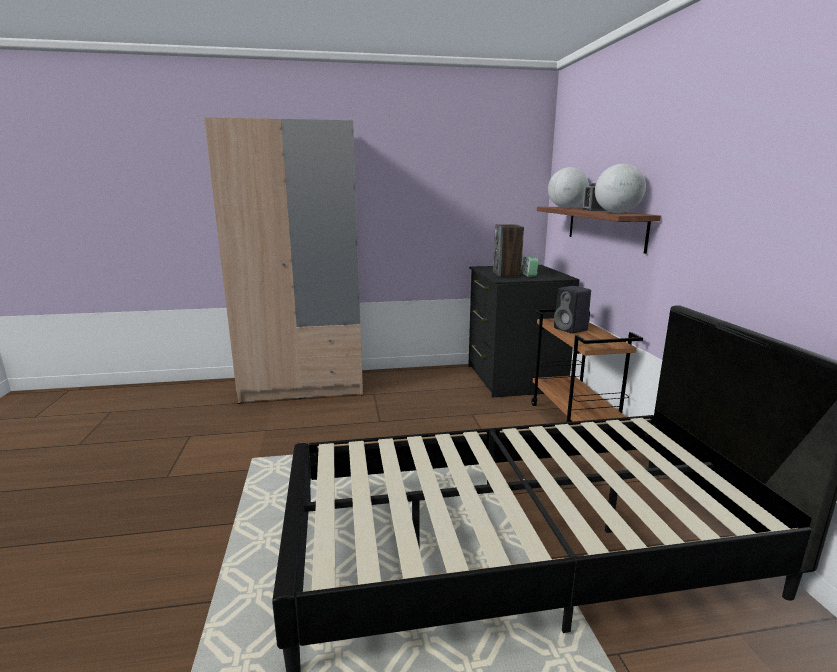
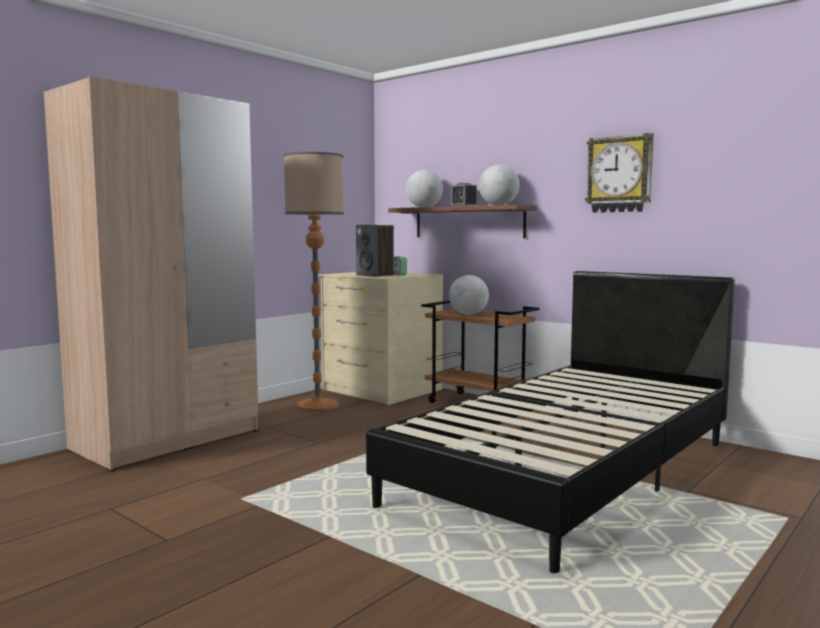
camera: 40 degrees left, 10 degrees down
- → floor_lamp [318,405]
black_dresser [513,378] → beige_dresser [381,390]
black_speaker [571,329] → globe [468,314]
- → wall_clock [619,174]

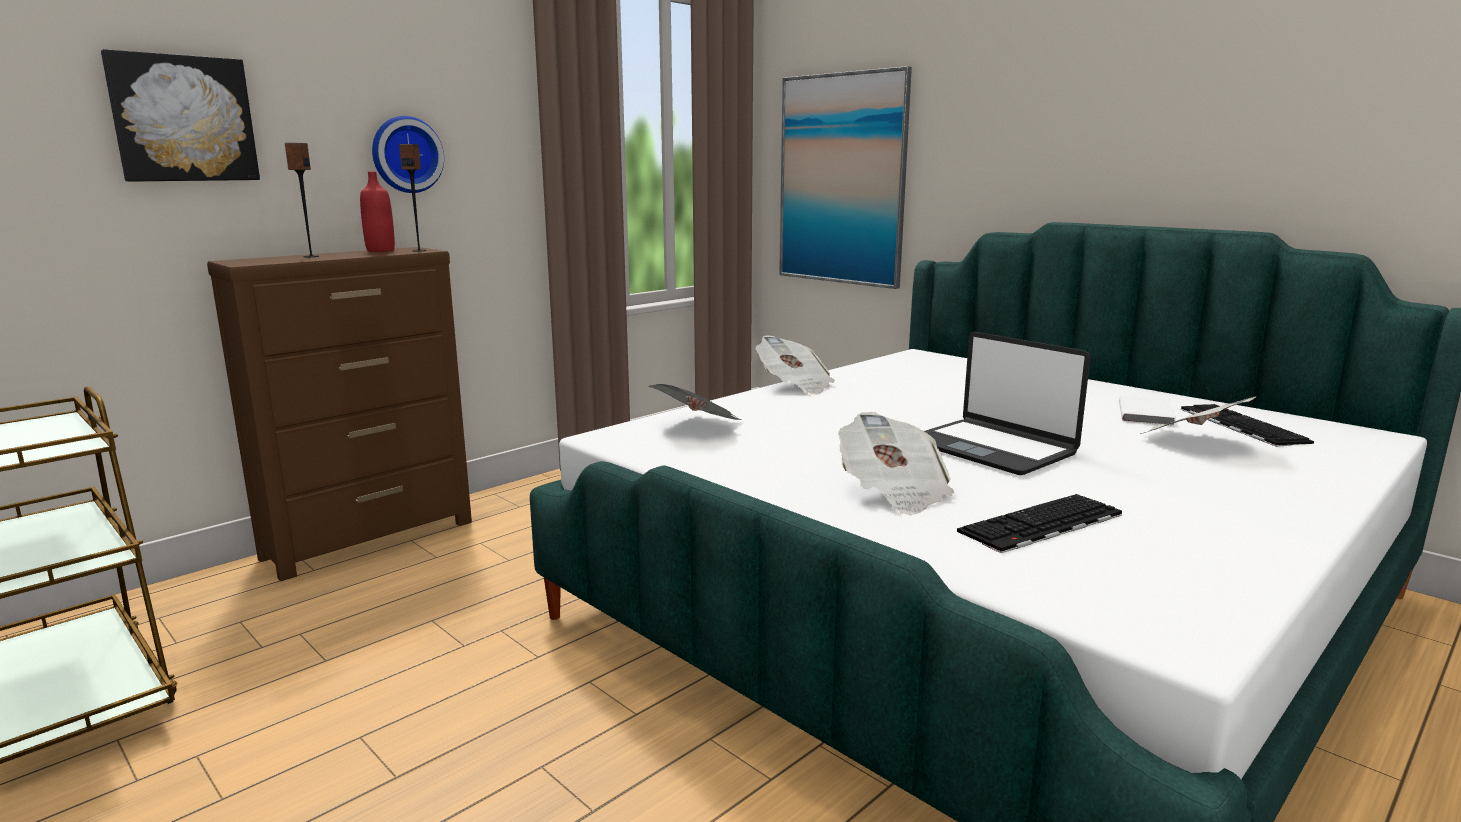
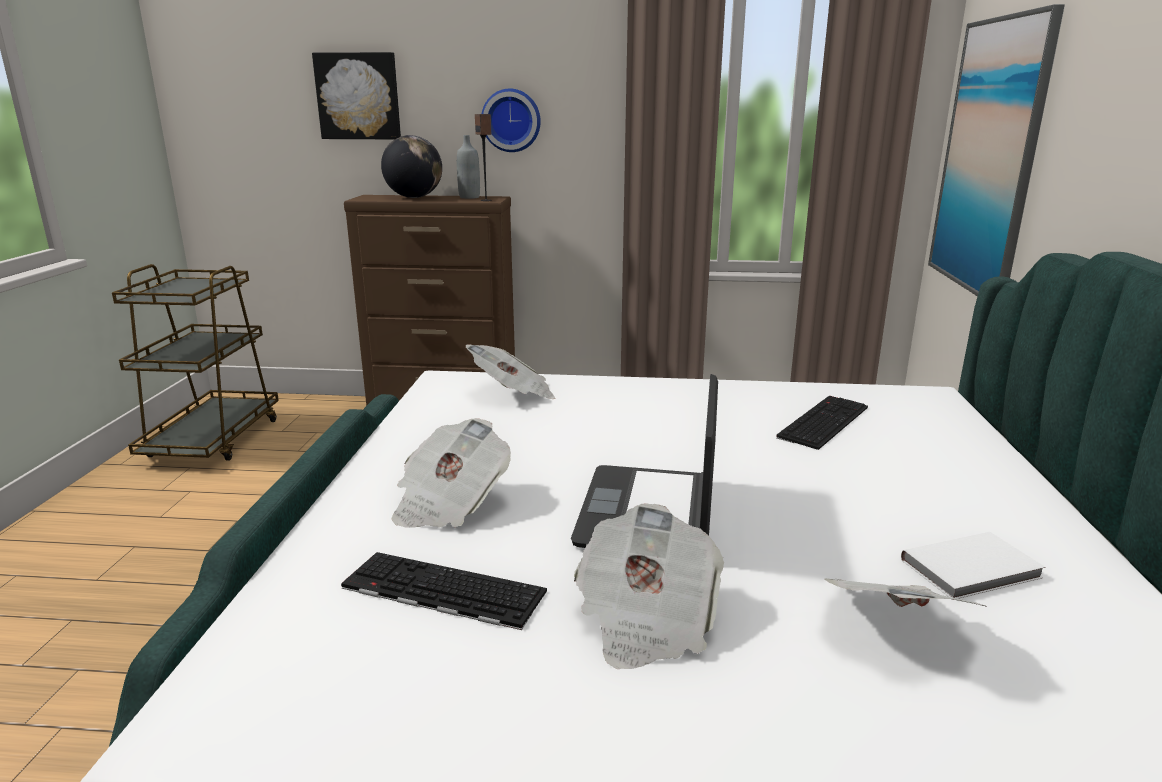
camera: 50 degrees right, 5 degrees up
speaker [311,256] → globe [414,197]
red_bottle [380,250] → grey_bottle [469,197]
newspaper [795,386] → newspaper [645,620], shifted
keyboard [1239,425] → keyboard [822,421], shifted

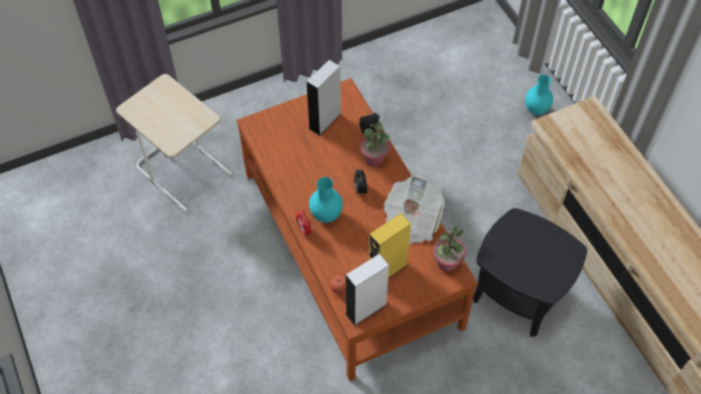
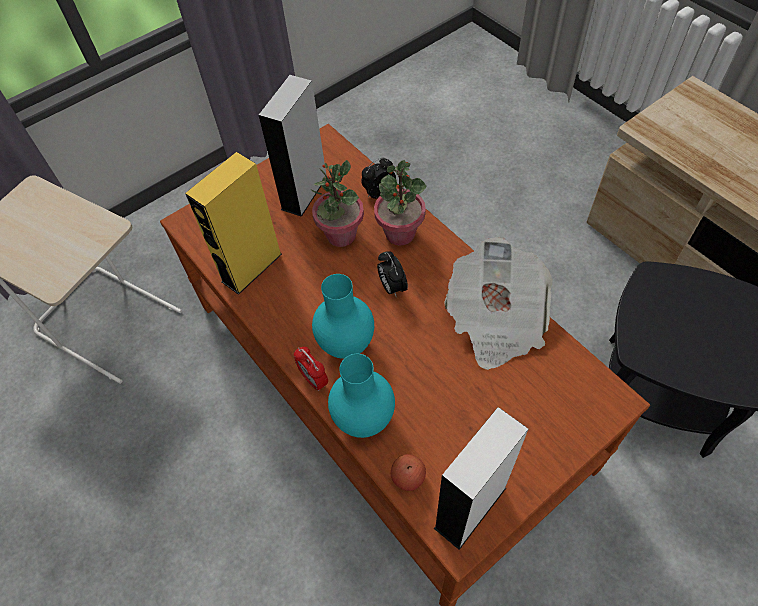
camera: 10 degrees left, 0 degrees up
yellow_speaker [387,270] → yellow_speaker [251,267], shifted
potted_plant [446,263] → potted_plant [341,235], shifted
turquoise_vase [536,110] → turquoise_vase [365,418], shifted

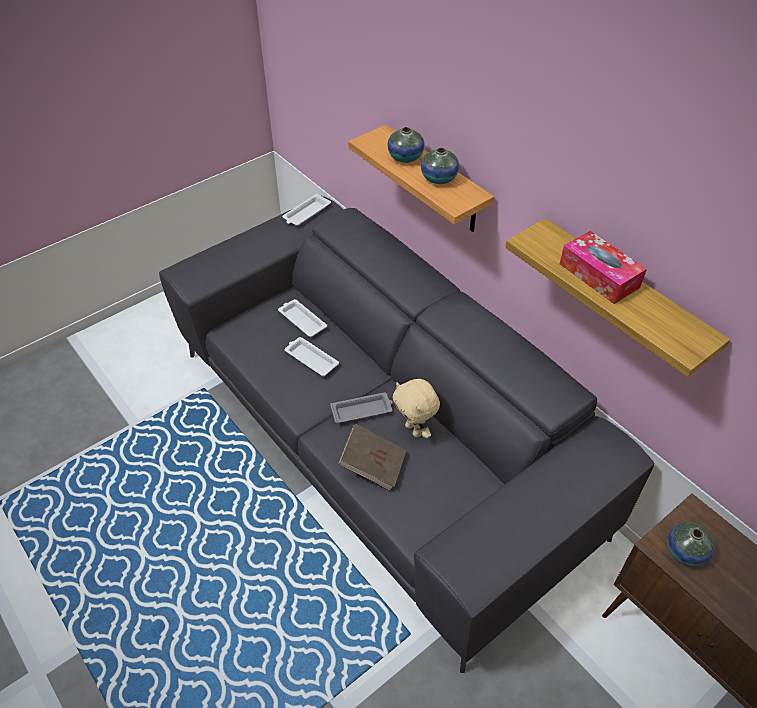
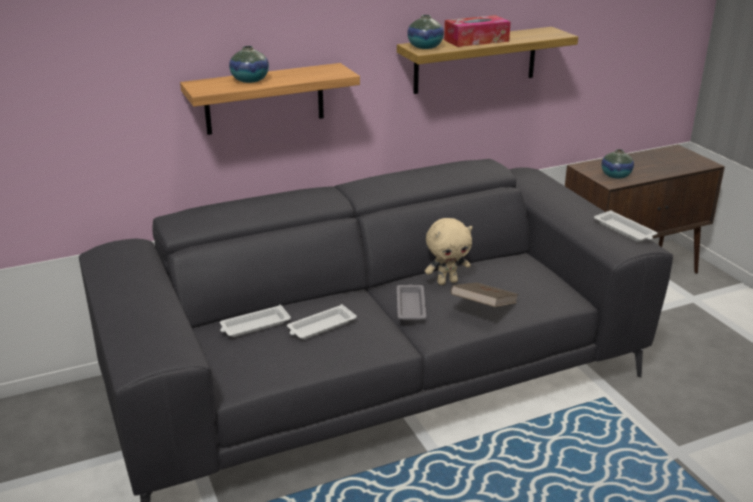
camera: 75 degrees left, 20 degrees down
vase [439,178] → vase [425,47], shifted
white_tray [306,213] → white_tray [625,230], shifted

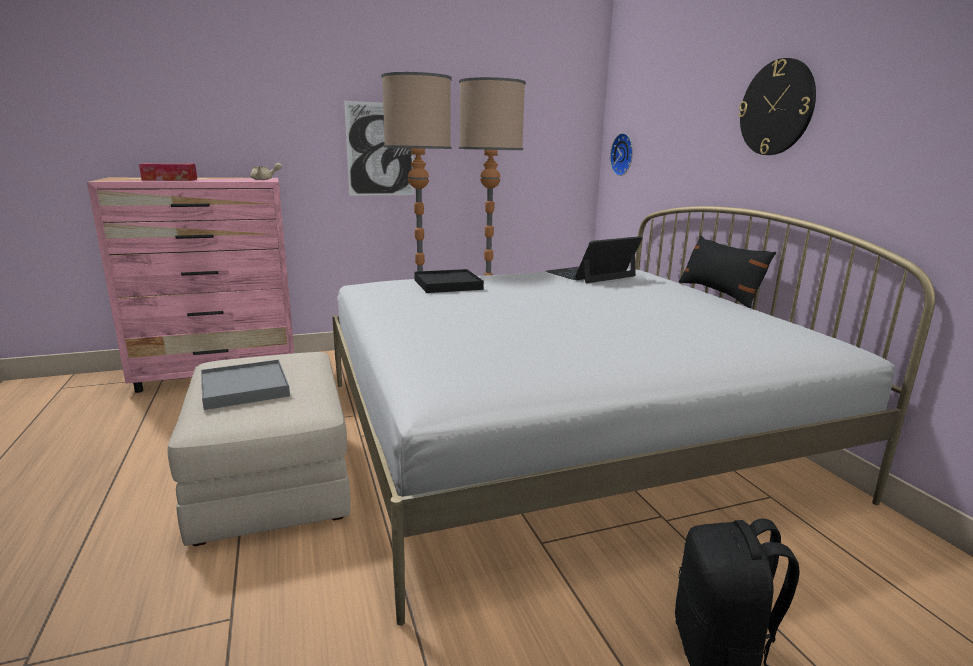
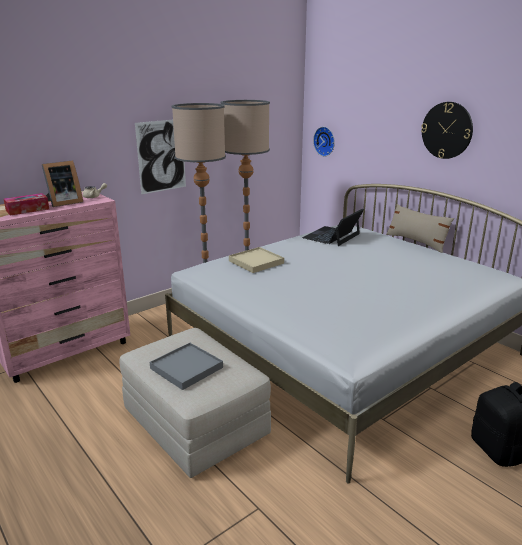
camera: 20 degrees left, 5 degrees up
- → picture_frame [63,203]
black_tray [447,284] → beige_tray [256,262]
black_pillow [719,293] → beige_pillow [416,242]

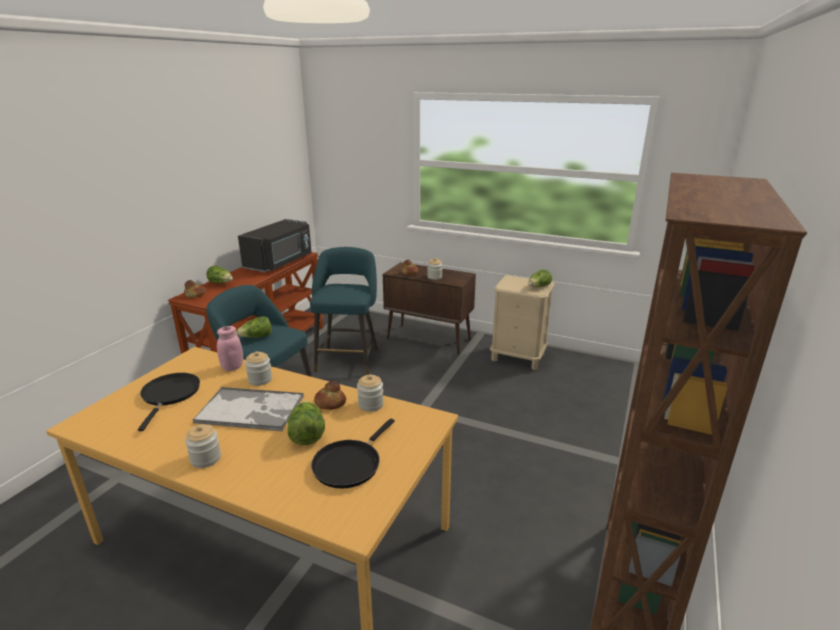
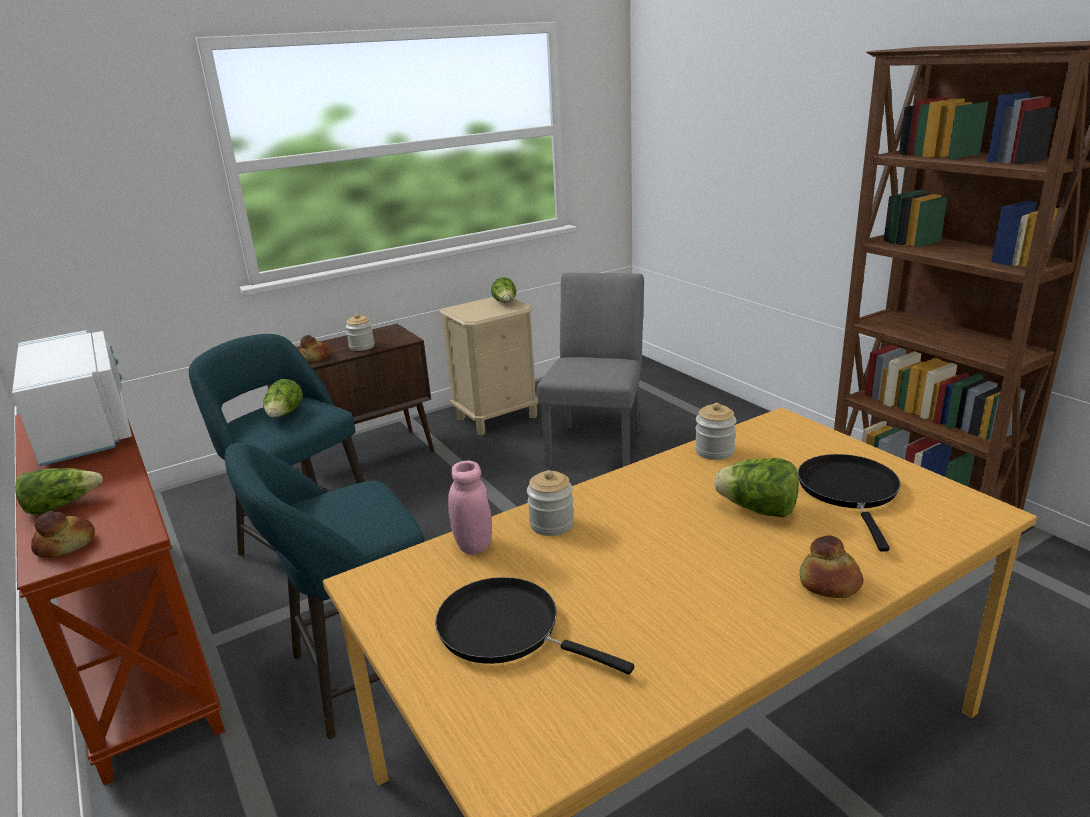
camera: 55 degrees left, 0 degrees up
black_microwave [280,262] → white_microwave [87,429]
lettuce [256,337] → lettuce [284,414], shifted
- → grey_chair [597,443]
black_frying_pan [349,464] → black_frying_pan [849,491], 150 degrees counterclockwise
bread [330,403] → bread [829,583], shifted
jar [205,458] → -
tray [251,410] → -

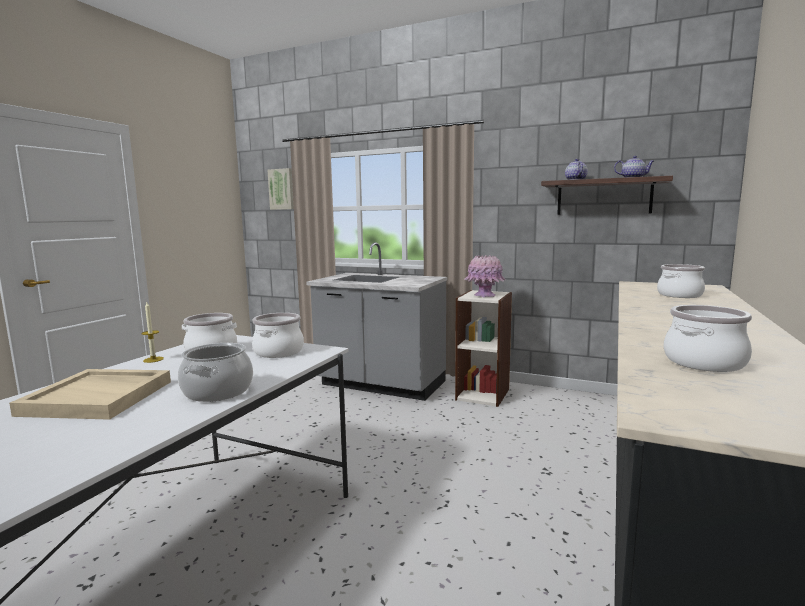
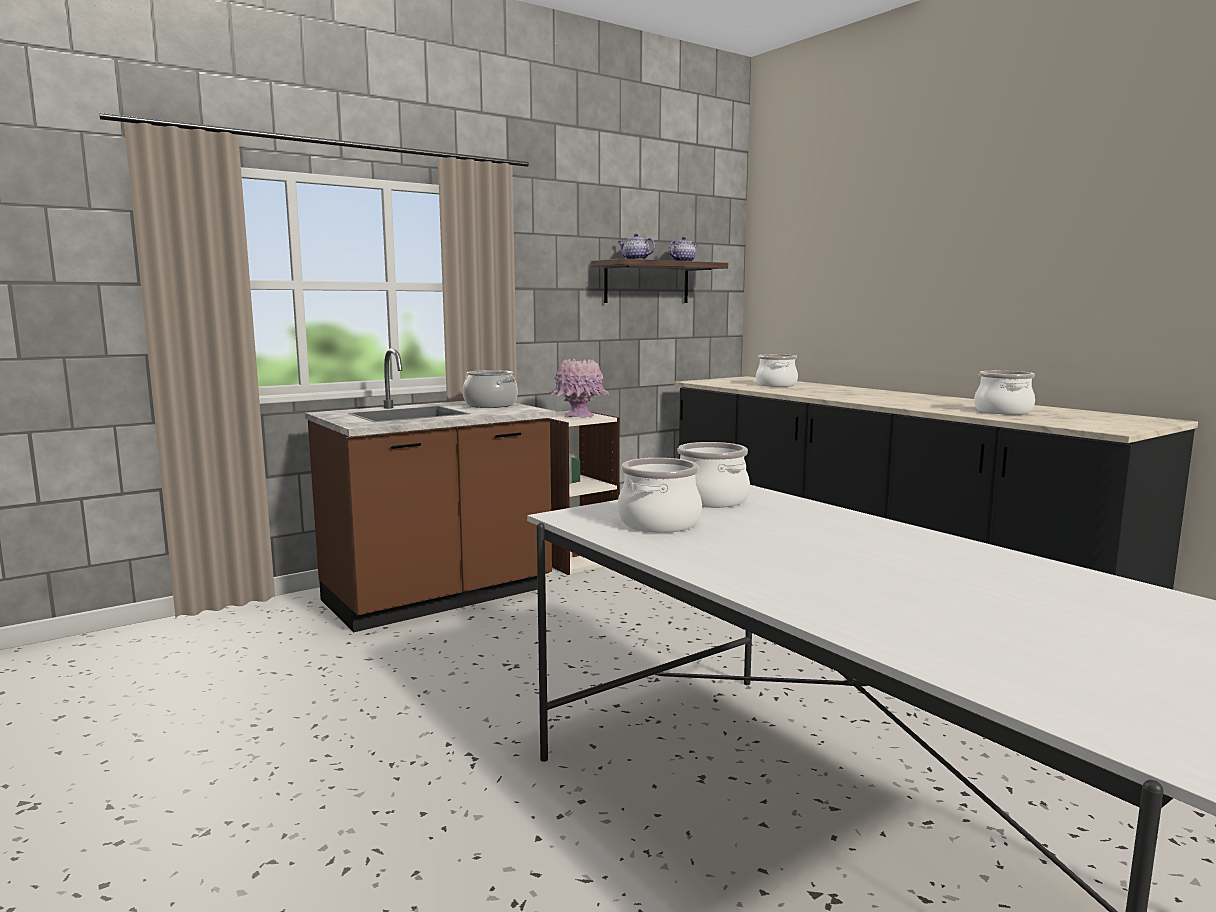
camera: 60 degrees left, 0 degrees up
grey_counter [380,384] → brown_counter [438,597]
cooking_pot [217,391] → cooking_pot [490,405], shifted
beige_tray [100,397] → -
candle [153,359] → -
picture [281,189] → -

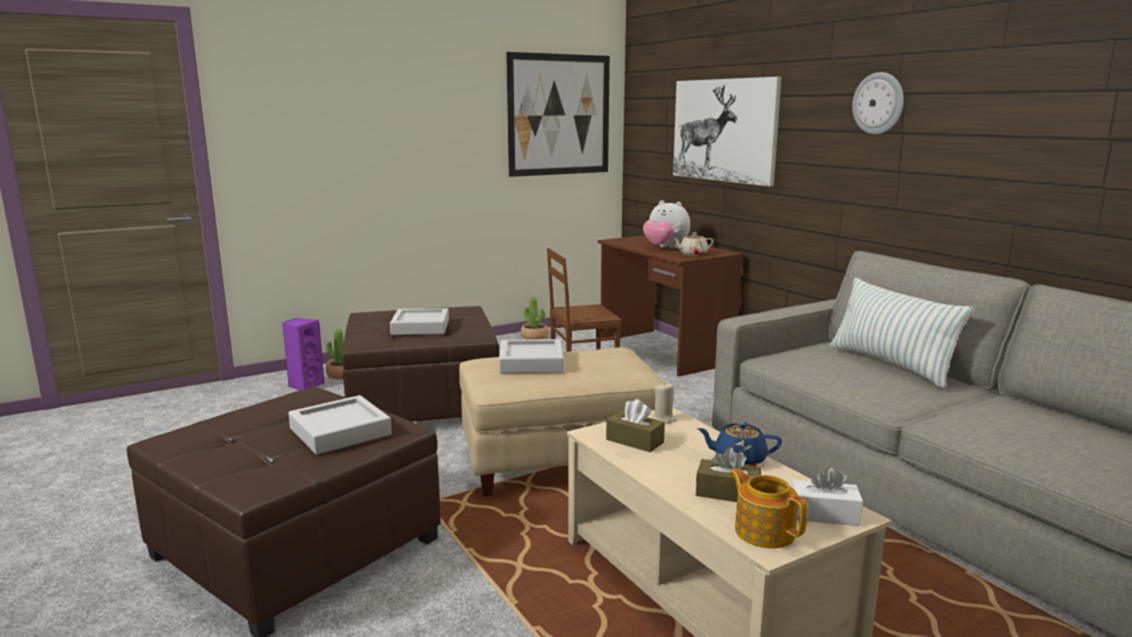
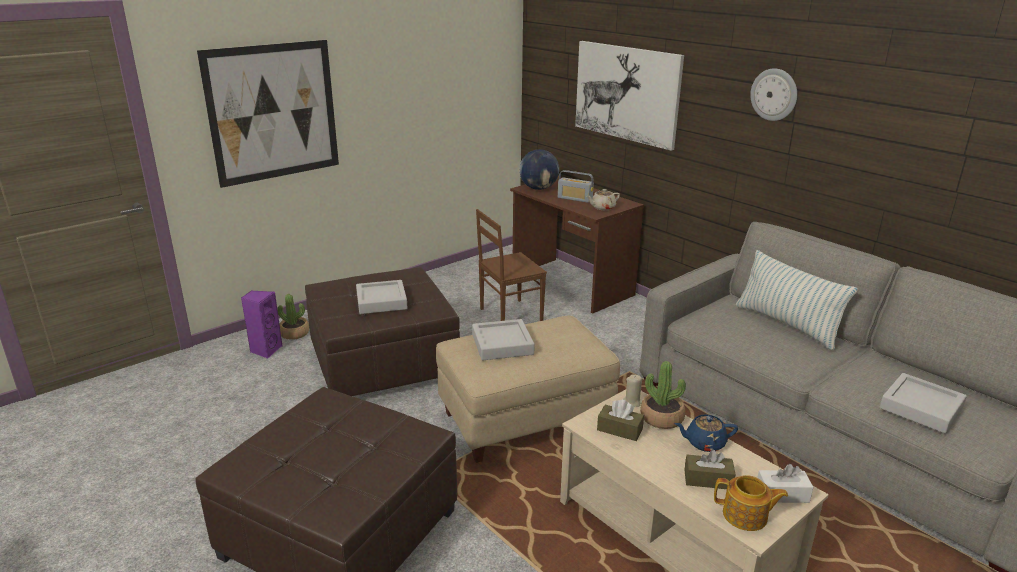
camera: 10 degrees left, 10 degrees up
picture [559,115] → picture [273,112], shifted
- → globe [538,188]
plush_toy [665,248] → radio [575,198]
potted_plant [534,337] → potted_plant [662,418], shifted
teapot [764,531] → teapot [746,516], 150 degrees clockwise
grey_tray [340,431] → grey_tray [921,408], shifted

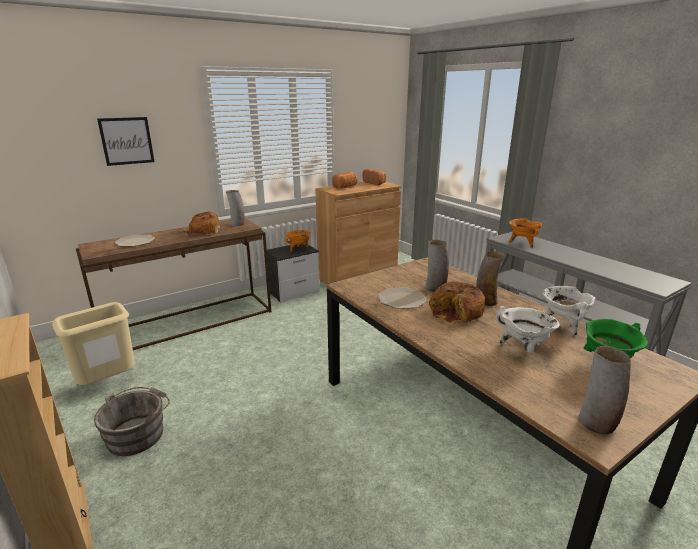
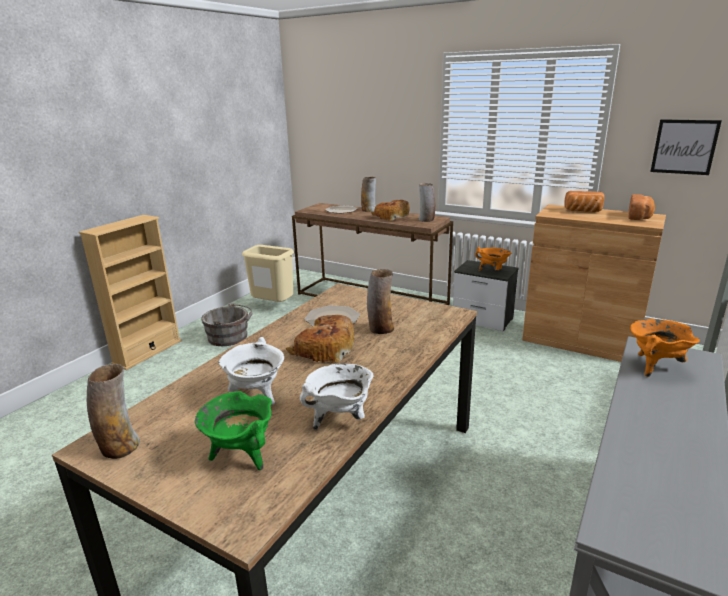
camera: 65 degrees right, 0 degrees up
vase [486,301] → vase [369,210], shifted
picture [127,141] → picture [684,147], shifted

